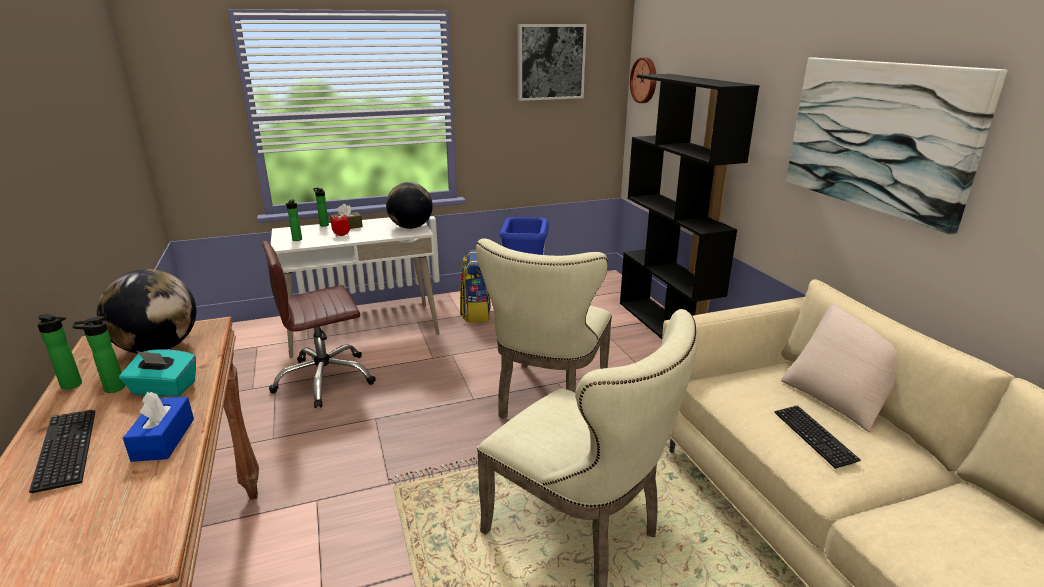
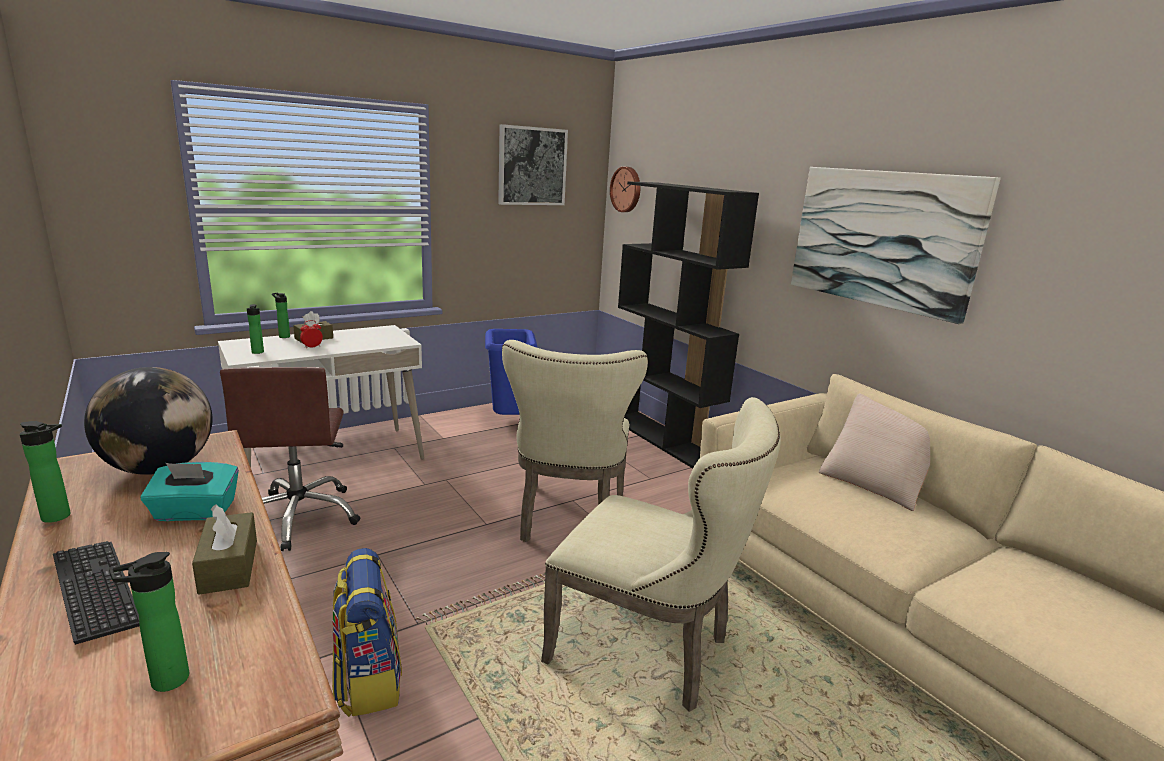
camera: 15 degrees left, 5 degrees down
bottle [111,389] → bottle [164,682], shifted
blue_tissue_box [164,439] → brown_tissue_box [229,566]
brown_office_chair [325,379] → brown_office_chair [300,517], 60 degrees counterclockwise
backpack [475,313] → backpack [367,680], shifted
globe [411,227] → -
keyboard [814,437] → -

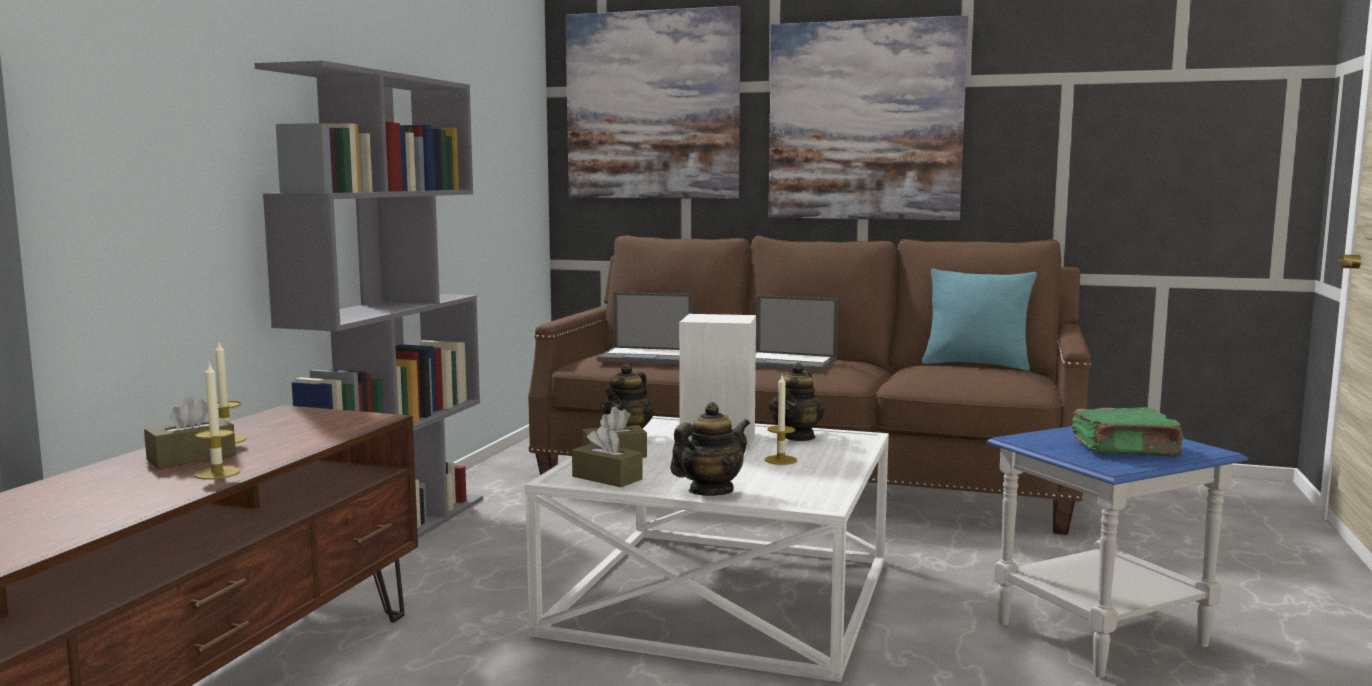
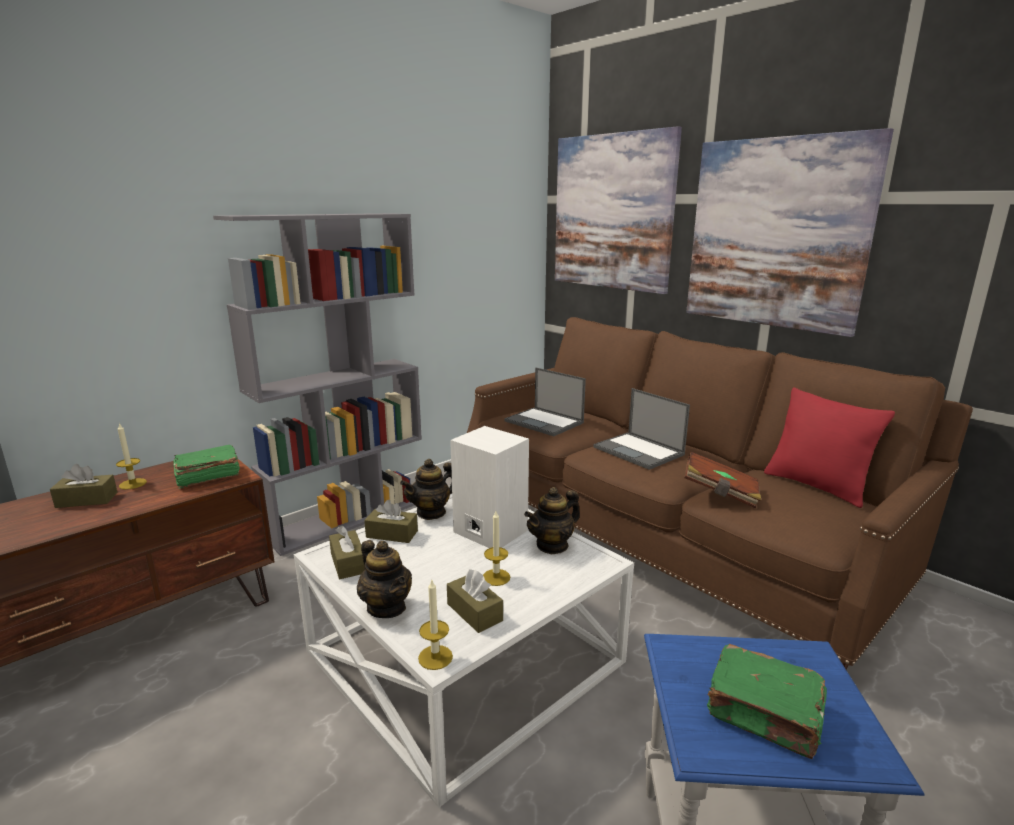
camera: 30 degrees right, 10 degrees up
- → green_book [207,476]
teapot [710,491] → teapot [387,607], 60 degrees clockwise
candle [217,473] → candle [435,657], shifted
- → brown_tissue_box [474,612]
- → brown_book [720,493]
turquoise_pillow [976,365] → red_pillow [816,486]

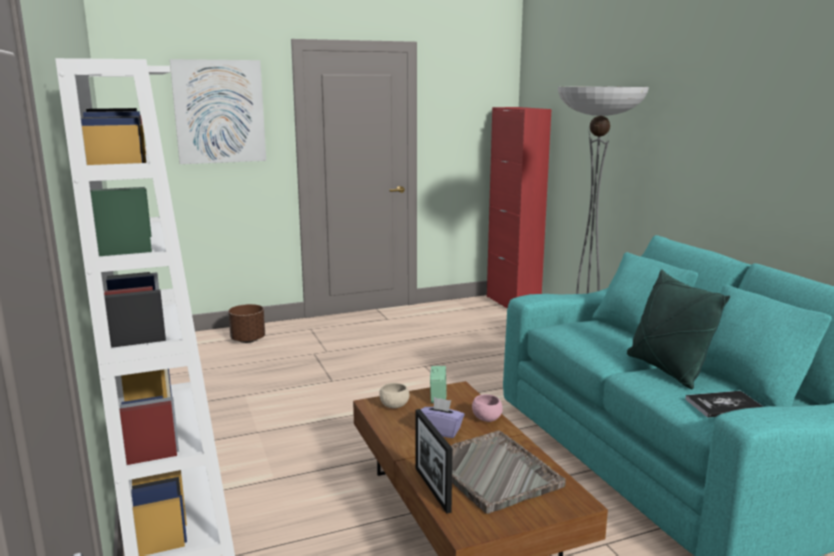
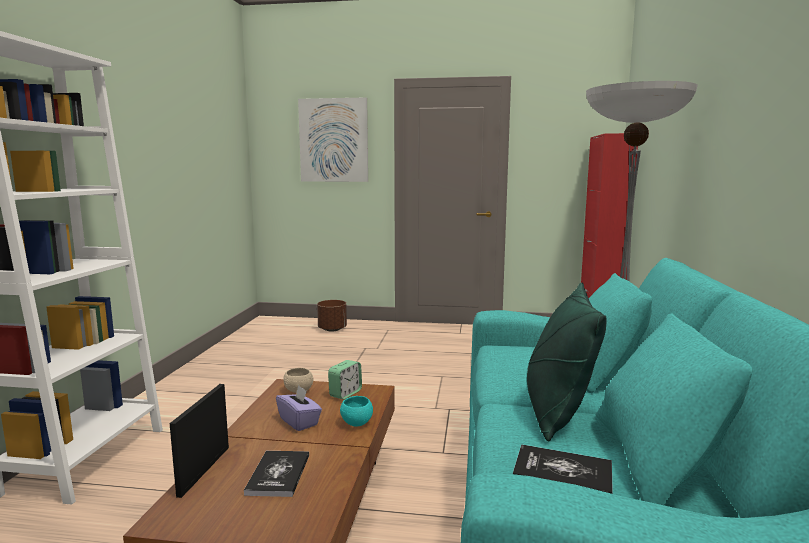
camera: 30 degrees right, 5 degrees down
grey_tray [493,473] → book [278,474]
pink_bowl [486,419] → turquoise_bowl [356,423]

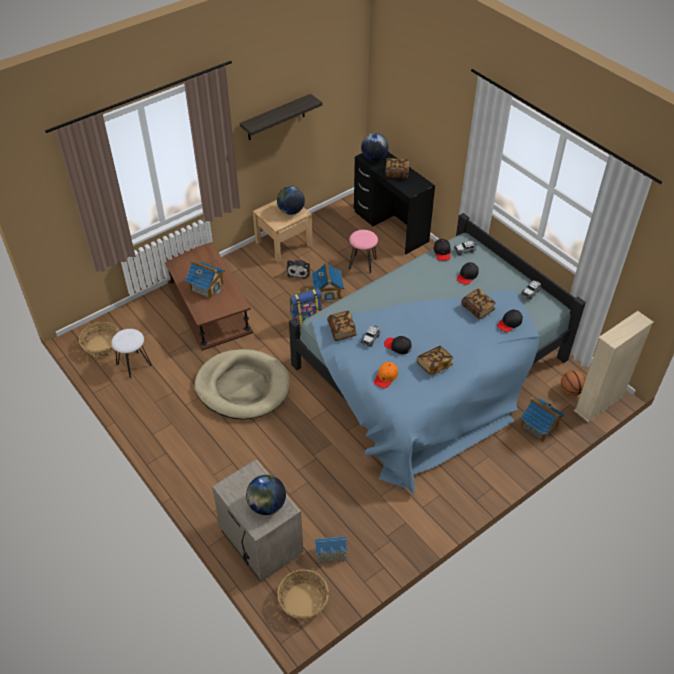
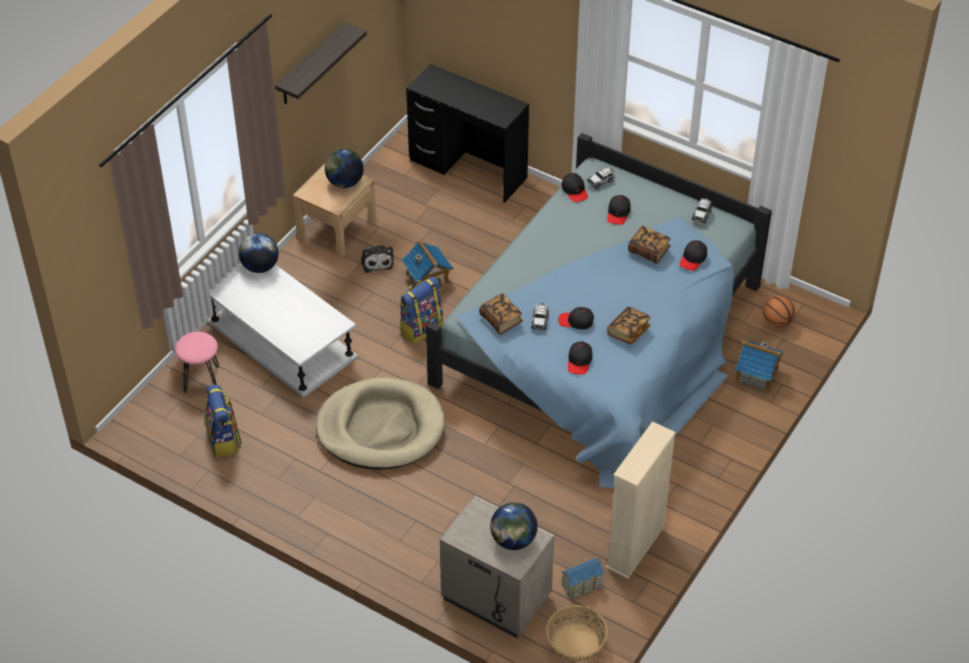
camera: 20 degrees left, 0 degrees up
pink_stool [362,263] → pink_stool [201,379], shifted
white_stool [134,365] → backpack [224,440]
brown_coffee_table [209,307] → white_coffee_table [282,340]
globe [374,158] → globe [260,267], shifted
orange_cap [386,377] → black_cap [579,361]
beige_bookcase [599,403] → beige_bookcase [635,547], shifted
basket [102,346] → -
toy_house [206,287] → -
book [396,173] → -

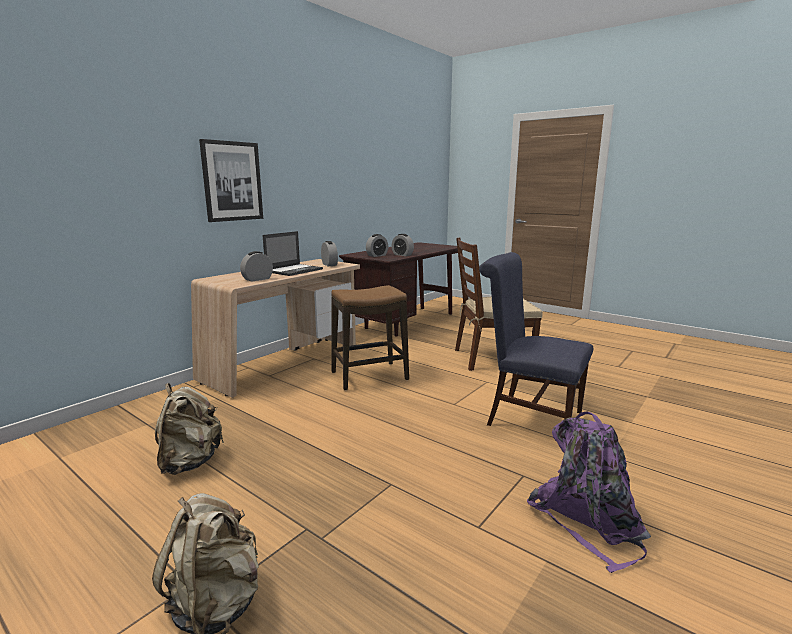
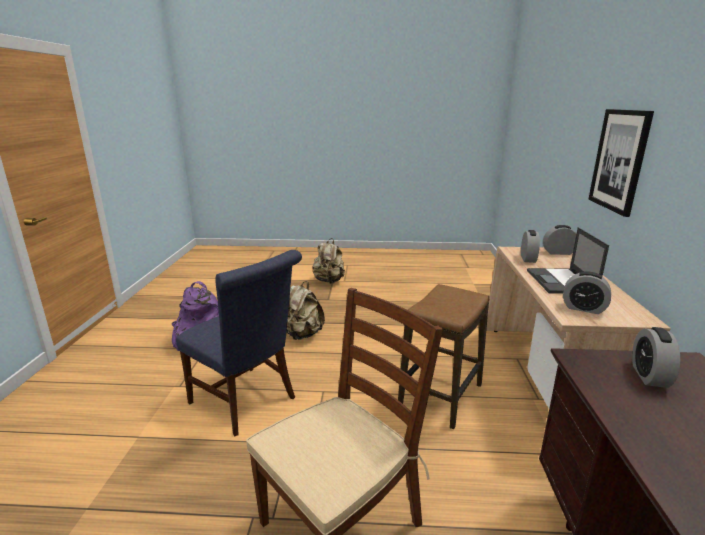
camera: 145 degrees right, 5 degrees up
blue_chair [528,417] → blue_chair [247,402], 45 degrees clockwise
beige_backpack [190,462] → beige_backpack [302,334], shifted
alarm_clock [402,255] → alarm_clock [558,252], shifted

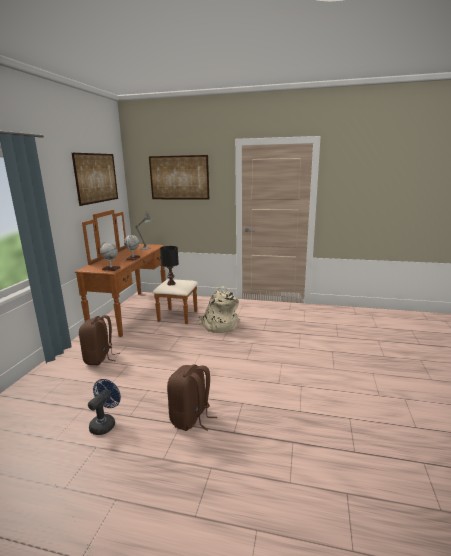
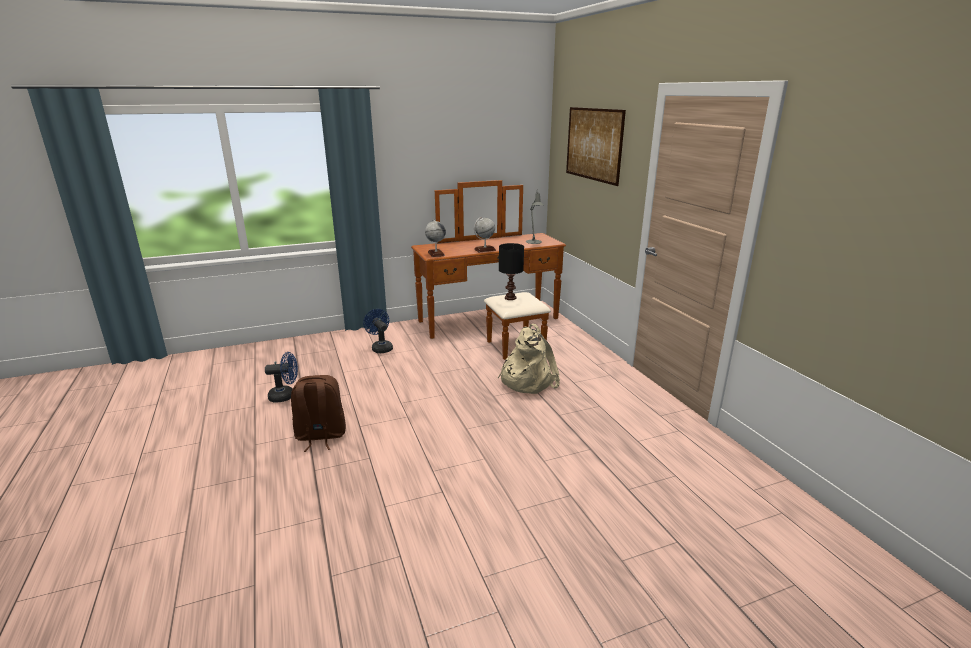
camera: 55 degrees right, 5 degrees up
brown_backpack [100,358] → blue_fan [380,348]
picture [96,178] → -

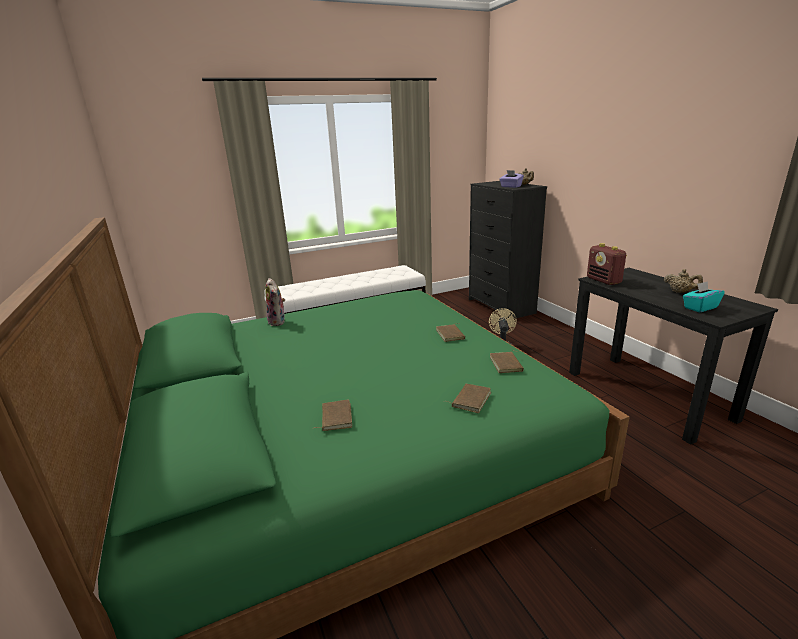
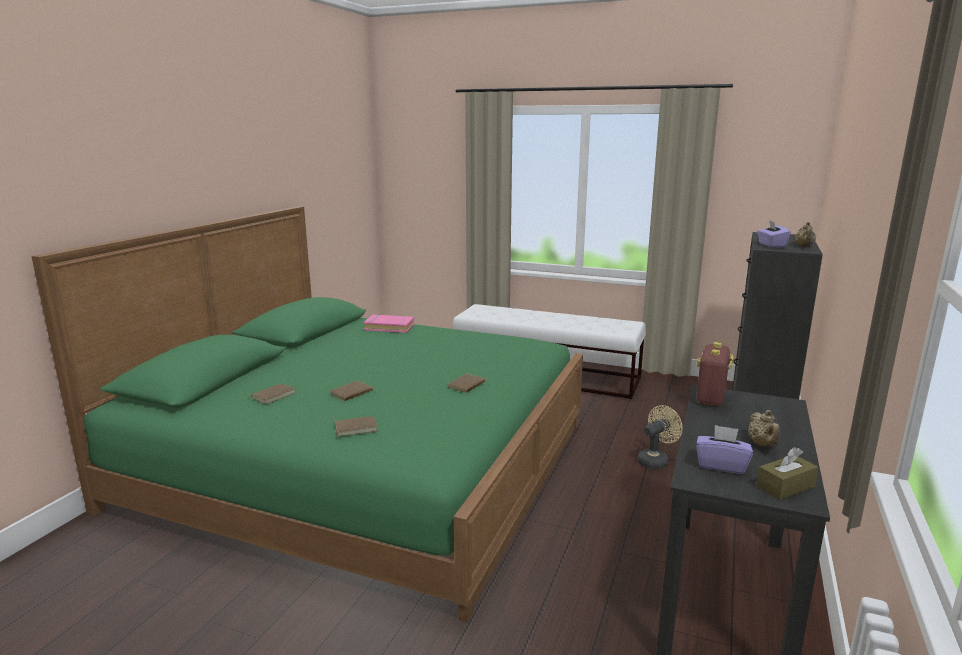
camera: 45 degrees right, 5 degrees down
brown_book [507,364] → brown_book [352,393], shifted
plush_toy [278,322] → pink_book [389,327]
turquoise_tissue_box [700,307] → purple_tissue_box [721,465]
- → brown_tissue_box [785,486]

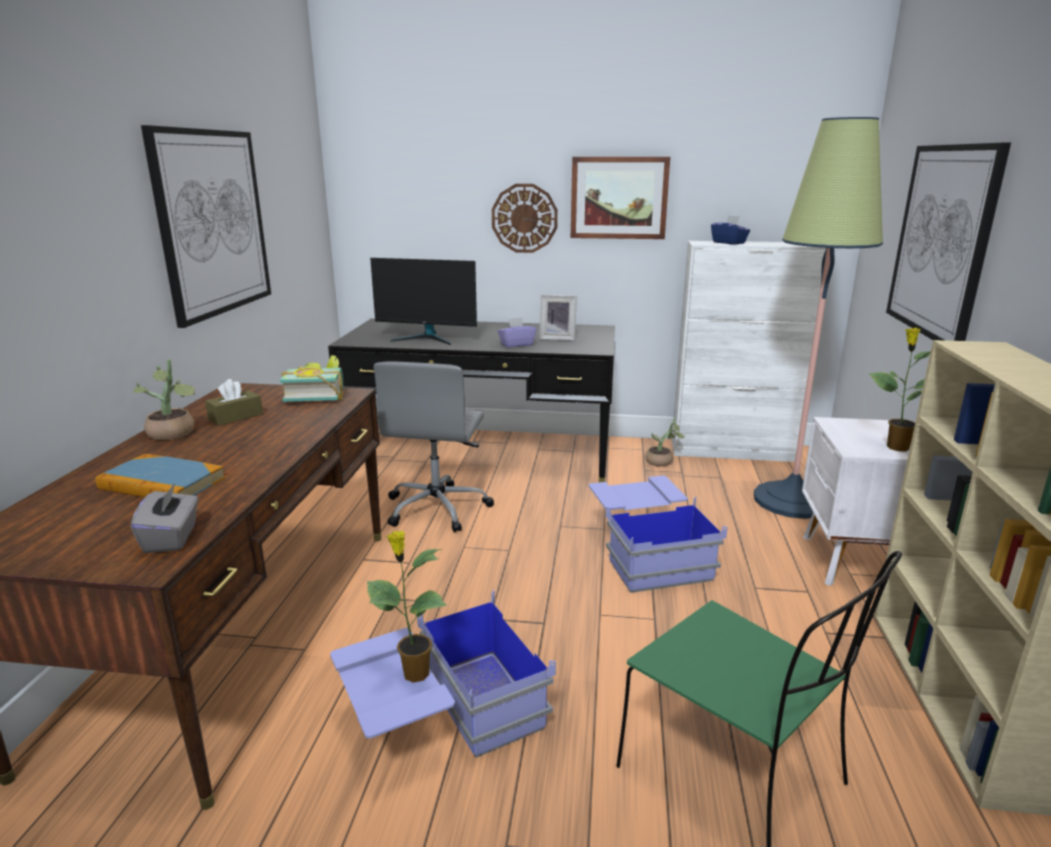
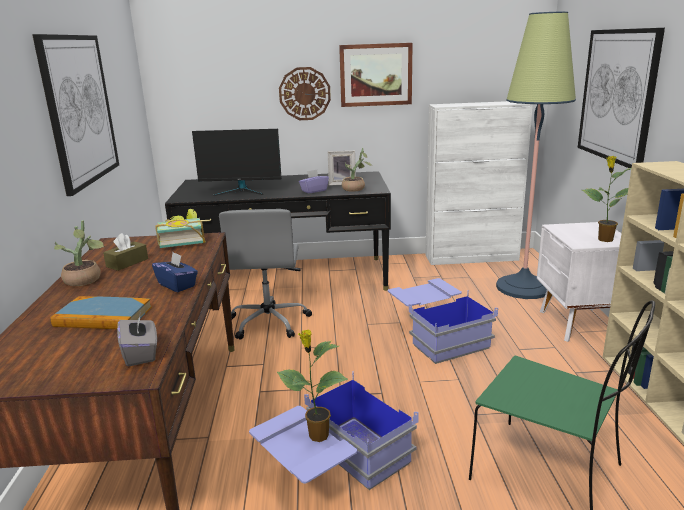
camera: 10 degrees left, 0 degrees up
blue_tissue_box [729,243] → blue_tissue_box [177,285], shifted
potted_plant [662,462] → potted_plant [356,189], shifted

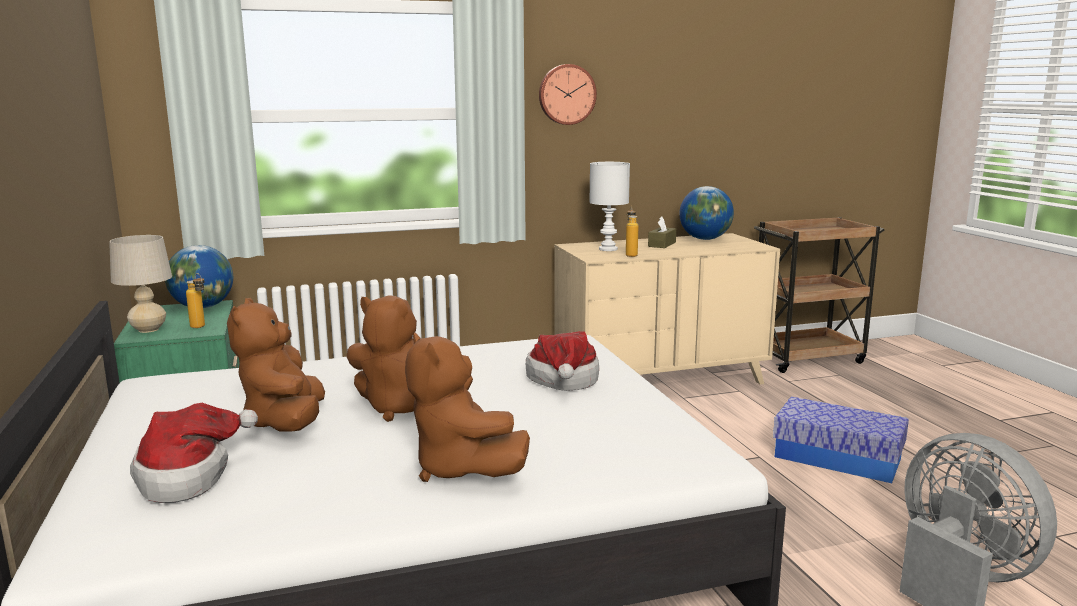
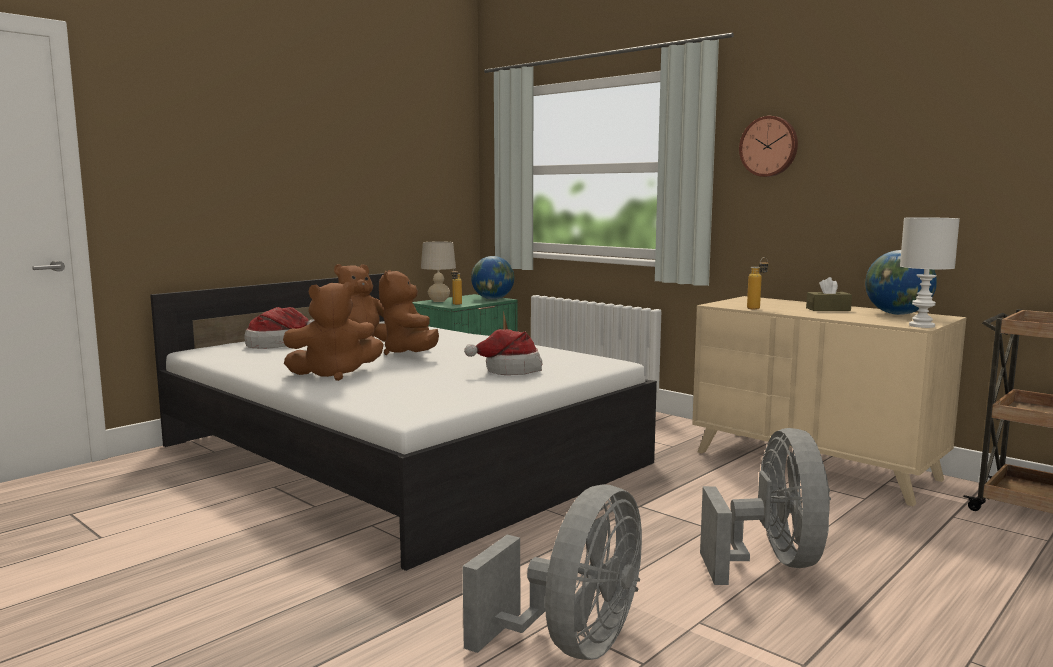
camera: 60 degrees right, 5 degrees down
brown_plush_toy [461,469] → brown_plush_toy [334,374], 135 degrees counterclockwise
storage_box [837,458] → grey_fan [772,563]
white_table_lamp [609,249] → white_table_lamp [922,326], shifted

